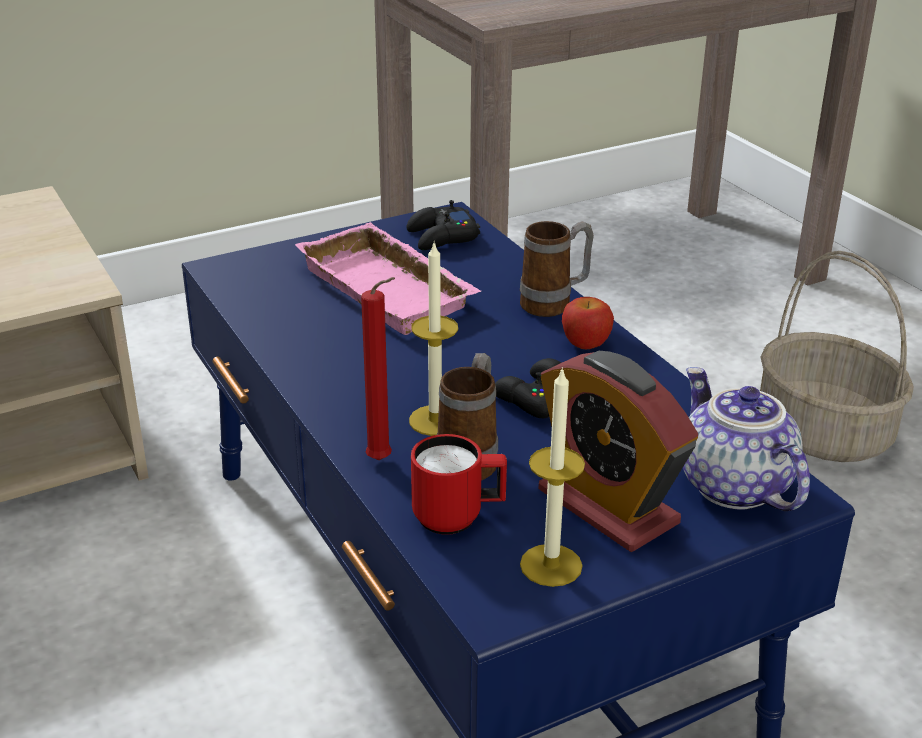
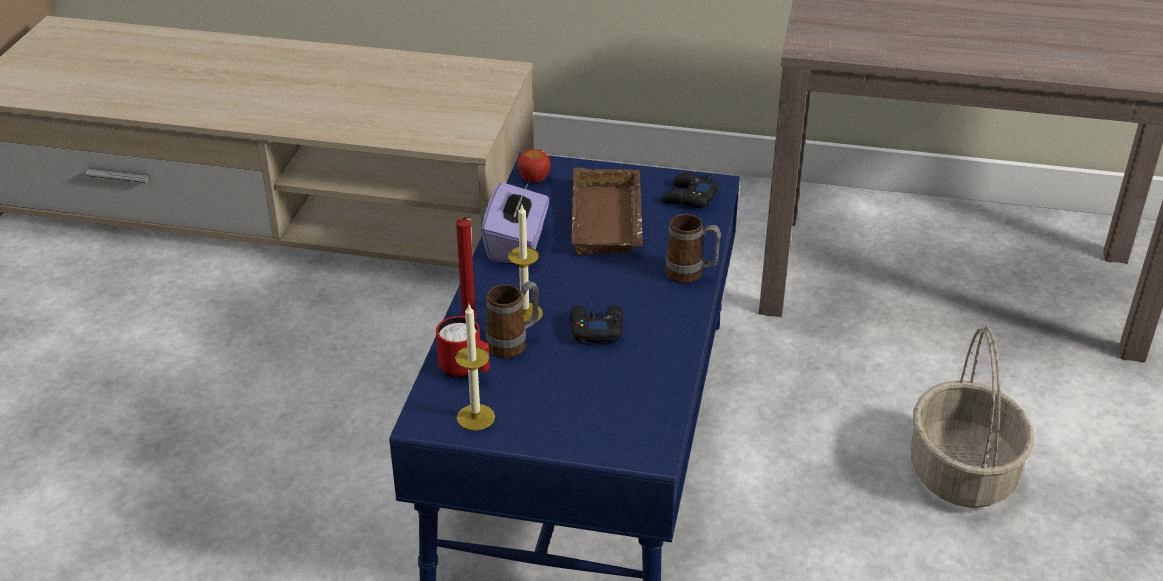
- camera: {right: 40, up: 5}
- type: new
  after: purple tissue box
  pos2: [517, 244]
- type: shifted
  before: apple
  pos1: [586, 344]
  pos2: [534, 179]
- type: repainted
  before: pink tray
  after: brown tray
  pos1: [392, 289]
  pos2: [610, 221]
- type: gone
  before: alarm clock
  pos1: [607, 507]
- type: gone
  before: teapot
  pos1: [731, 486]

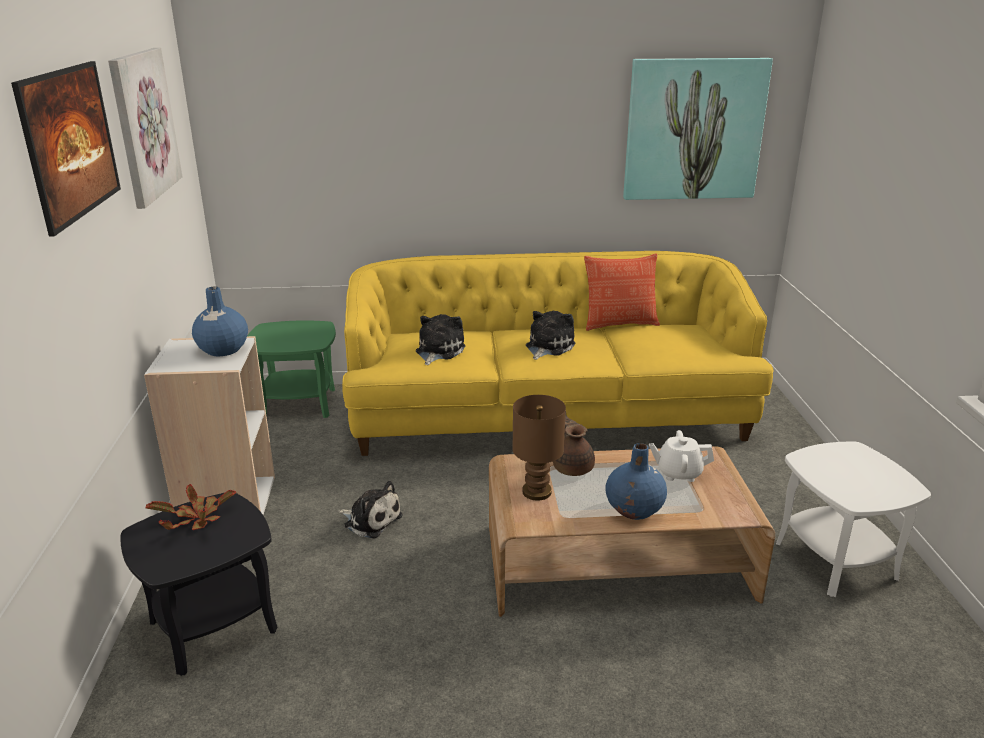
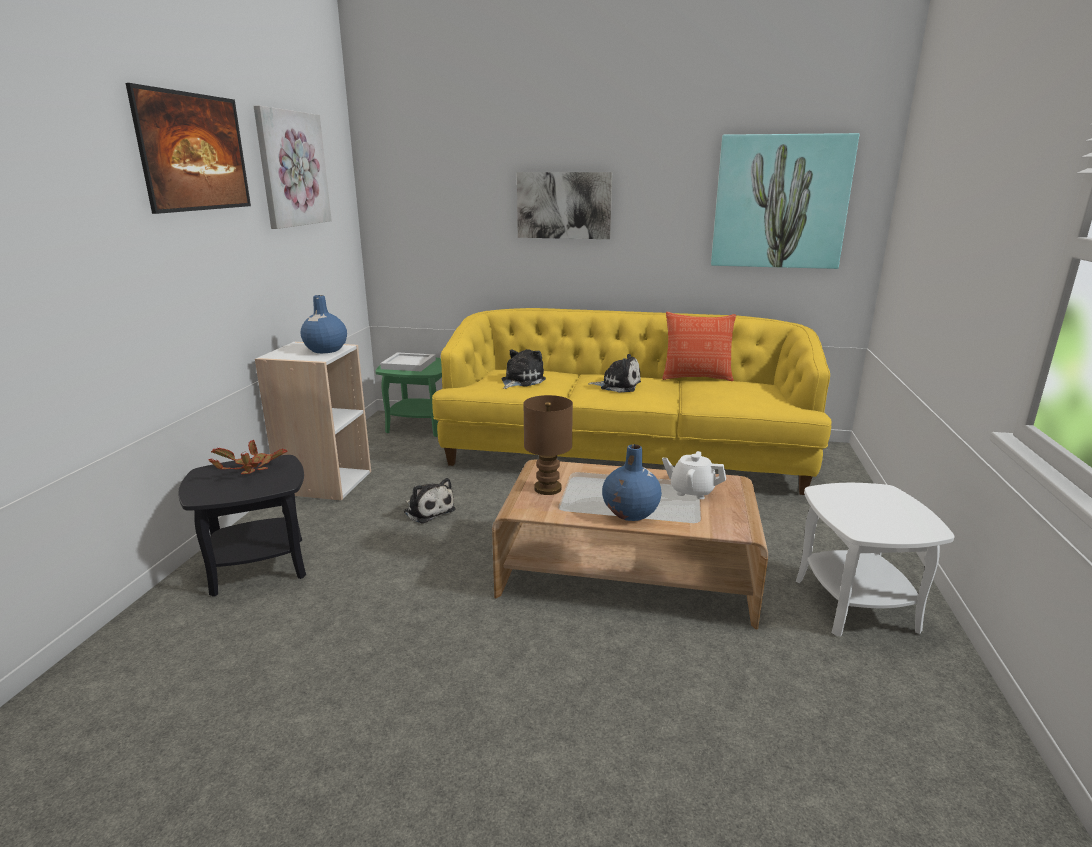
- camera: {right: 15, up: -5}
- type: new
  after: white tray
  pos2: [409, 364]
- type: new
  after: picture
  pos2: [564, 205]
- type: rotated
  before: plush toy
  pos1: [548, 347]
  pos2: [617, 385]
  turn: 60
- type: gone
  before: brown teapot
  pos1: [572, 466]

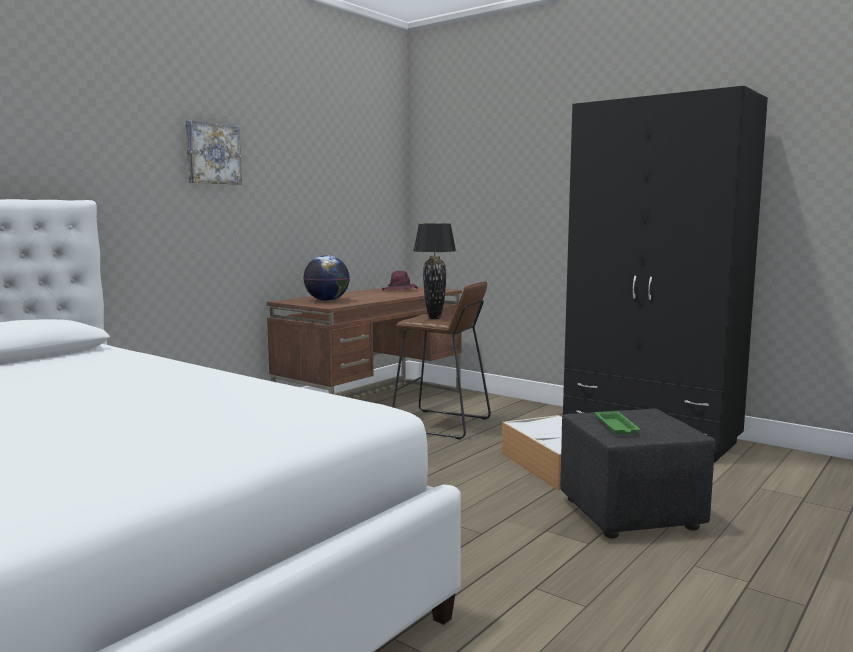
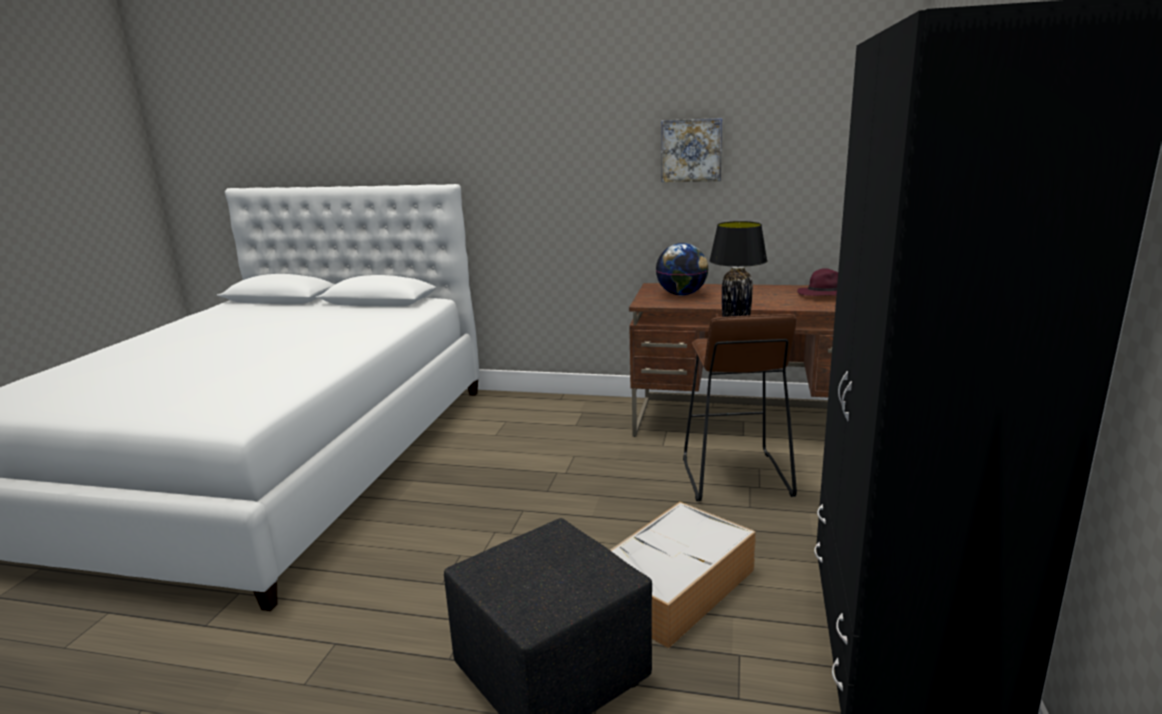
- camera: {right: 65, up: 10}
- type: shifted
  before: picture
  pos1: [212, 154]
  pos2: [691, 150]
- type: gone
  before: green tray
  pos1: [617, 427]

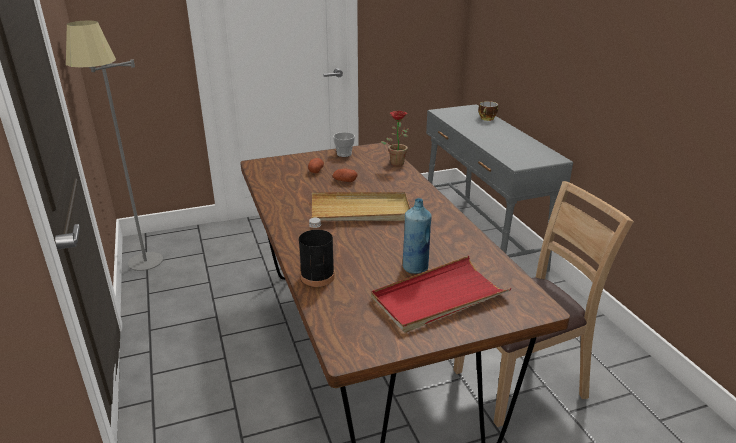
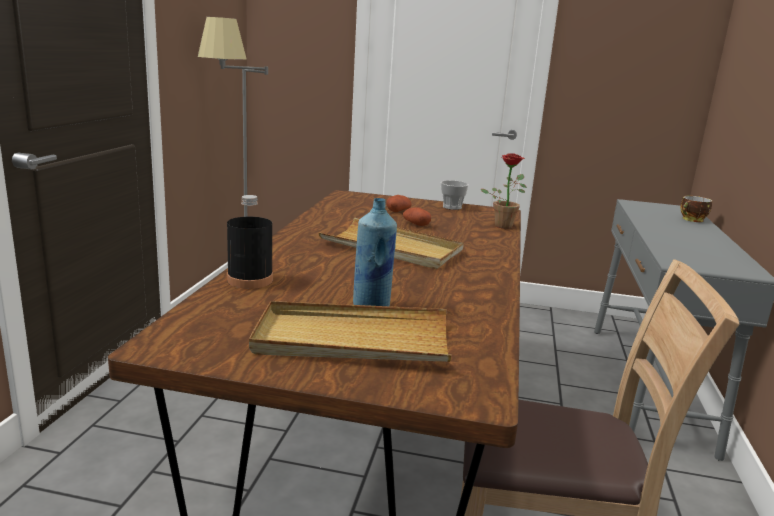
- camera: {right: 30, up: -10}
- type: repainted
  before: red tray
  after: beige tray
  pos1: [438, 297]
  pos2: [352, 340]

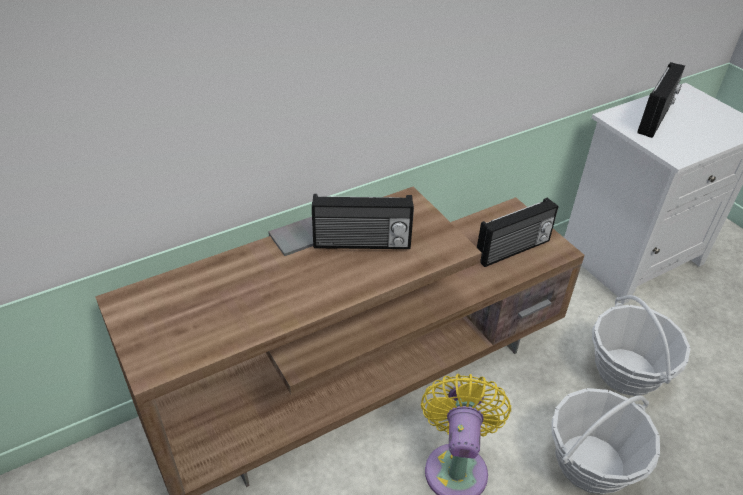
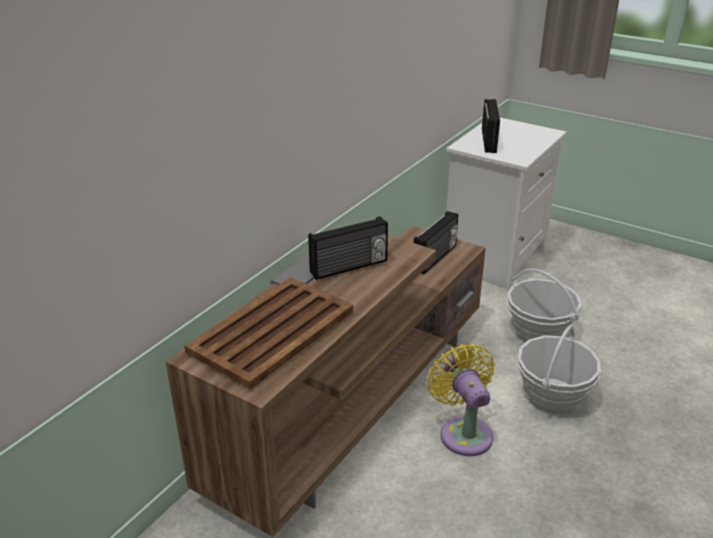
- camera: {right: -25, up: -10}
- type: new
  after: brown tray
  pos2: [274, 330]

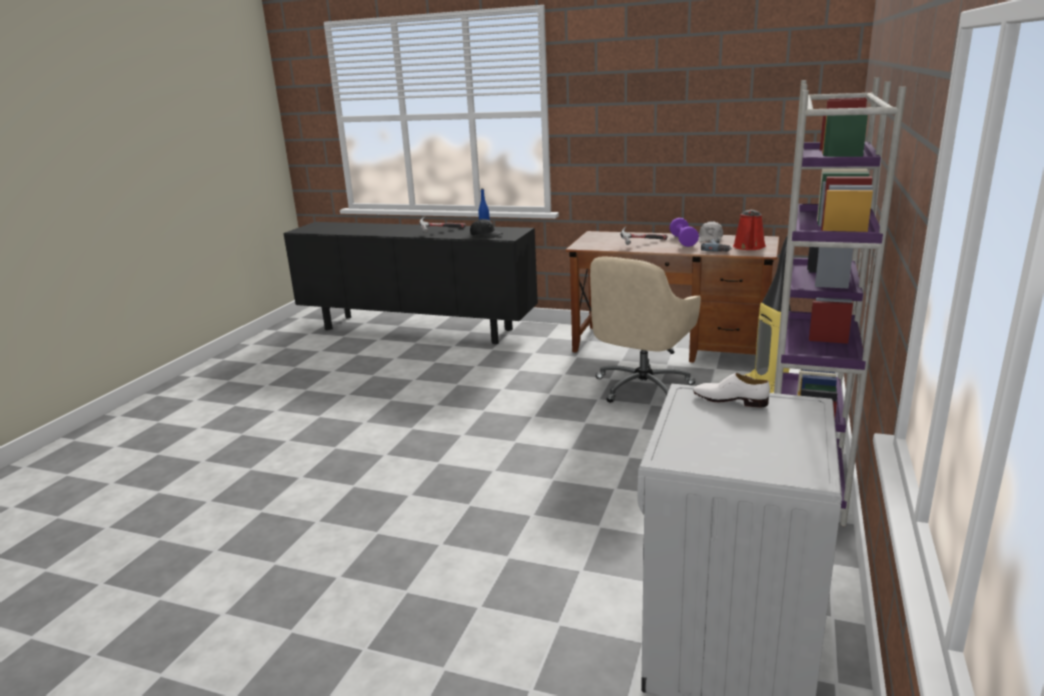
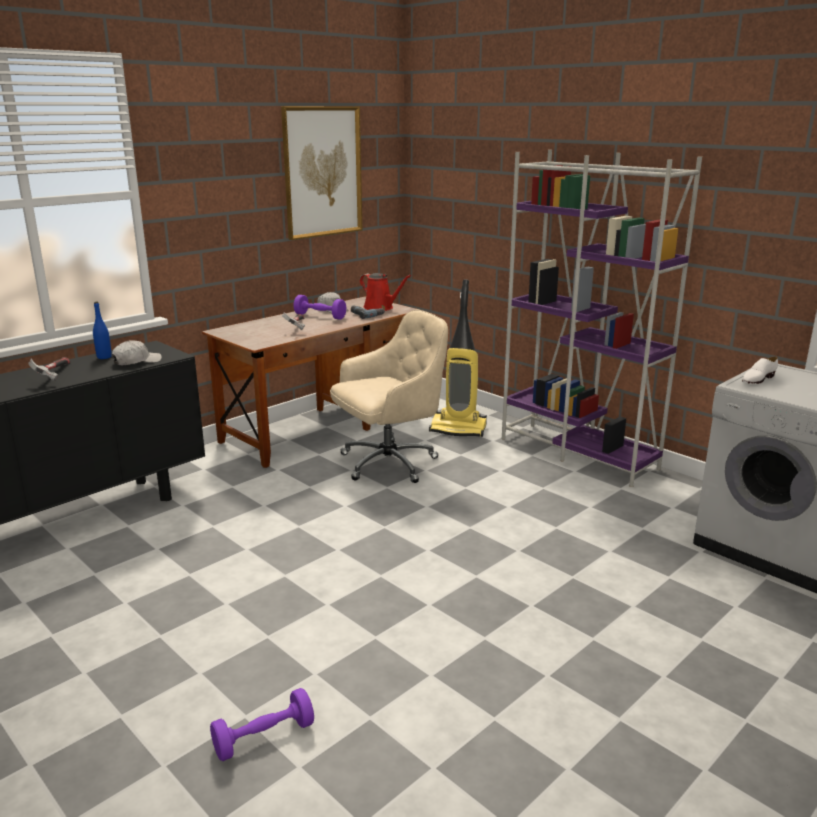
- camera: {right: -65, up: 0}
- type: repainted
  before: black cap
  after: white cap
  pos1: [486, 235]
  pos2: [137, 361]
- type: new
  after: purple dumbbell
  pos2: [264, 737]
- type: new
  after: picture
  pos2: [322, 172]
- type: rotated
  before: beige office chair
  pos1: [642, 387]
  pos2: [389, 463]
  turn: -90

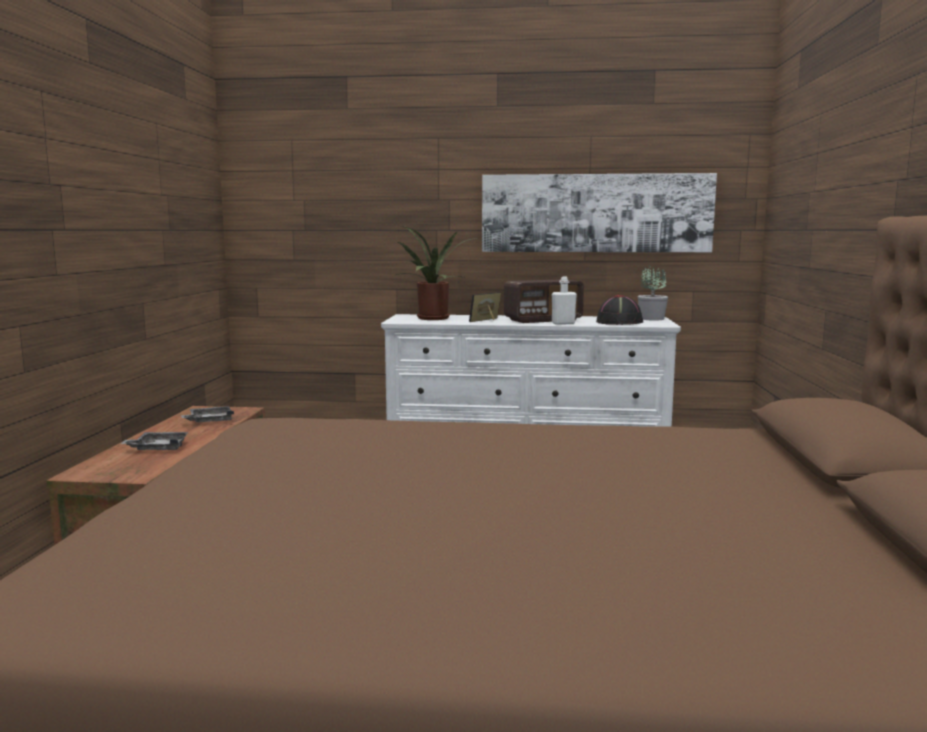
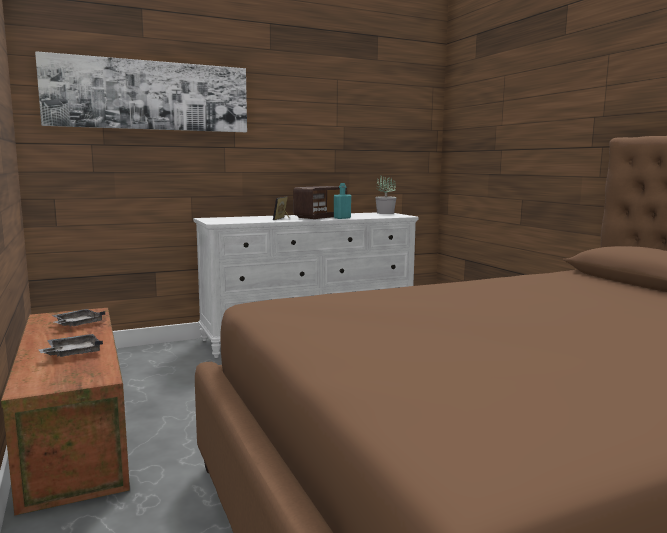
- camera: {right: -30, up: 0}
- type: shifted
  before: picture
  pos1: [596, 213]
  pos2: [149, 95]
- type: repainted
  before: white bottle
  after: turquoise bottle
  pos1: [563, 323]
  pos2: [342, 218]
- type: gone
  before: potted plant
  pos1: [432, 319]
- type: gone
  before: black hat
  pos1: [619, 322]

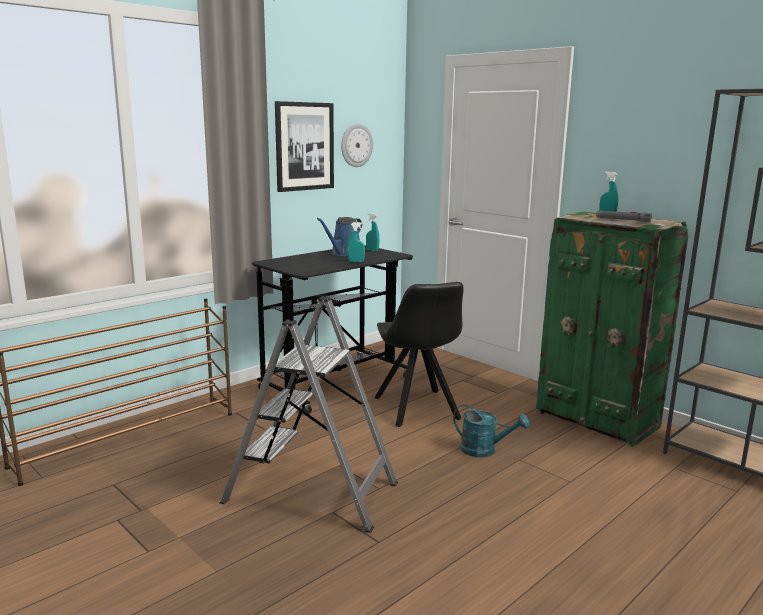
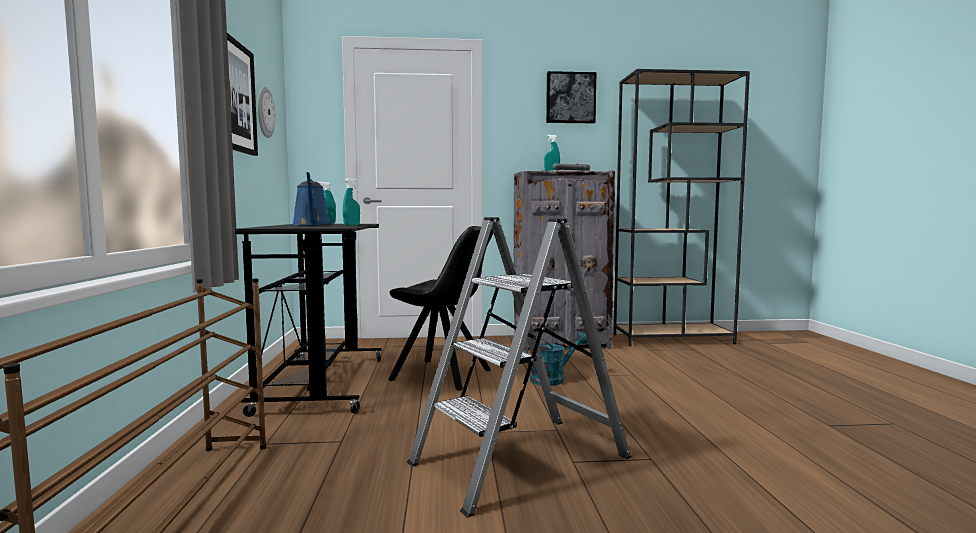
- camera: {right: -50, up: -10}
- type: repainted
  before: green cabinet
  after: grey cabinet
  pos1: [598, 419]
  pos2: [561, 343]
- type: new
  after: picture
  pos2: [570, 98]

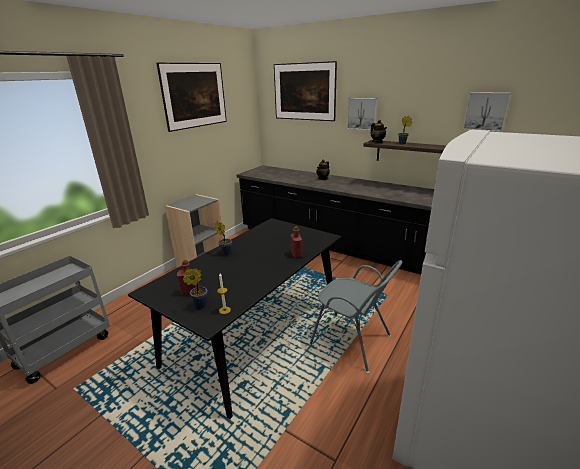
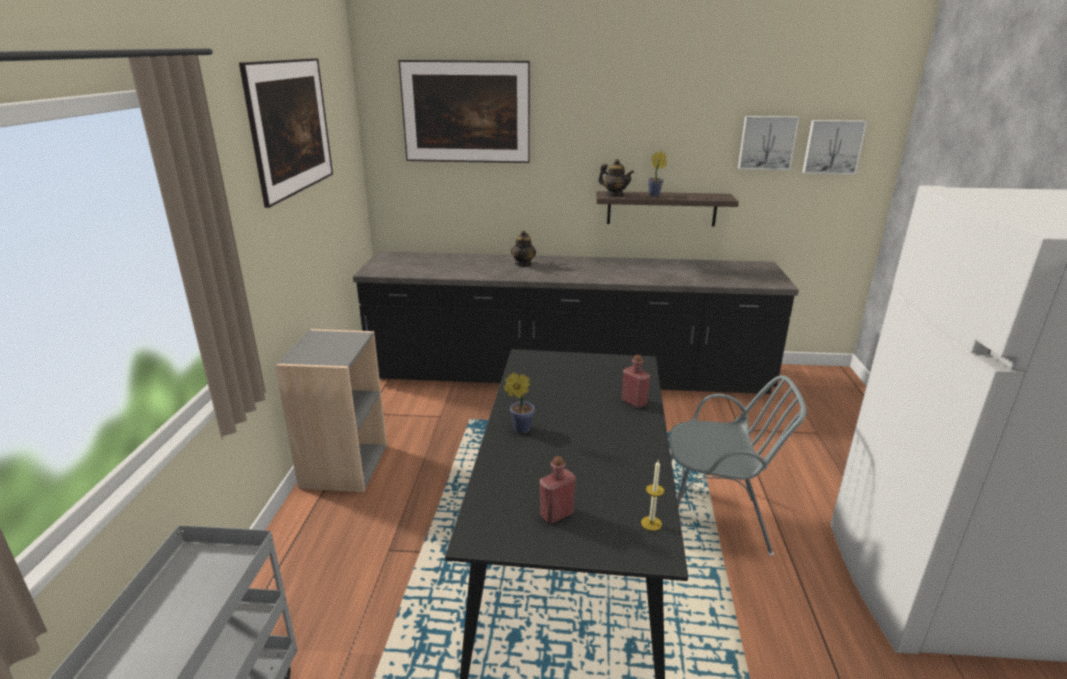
- camera: {right: -30, up: 0}
- type: shifted
  before: picture
  pos1: [362, 113]
  pos2: [833, 147]
- type: gone
  before: potted plant
  pos1: [199, 305]

